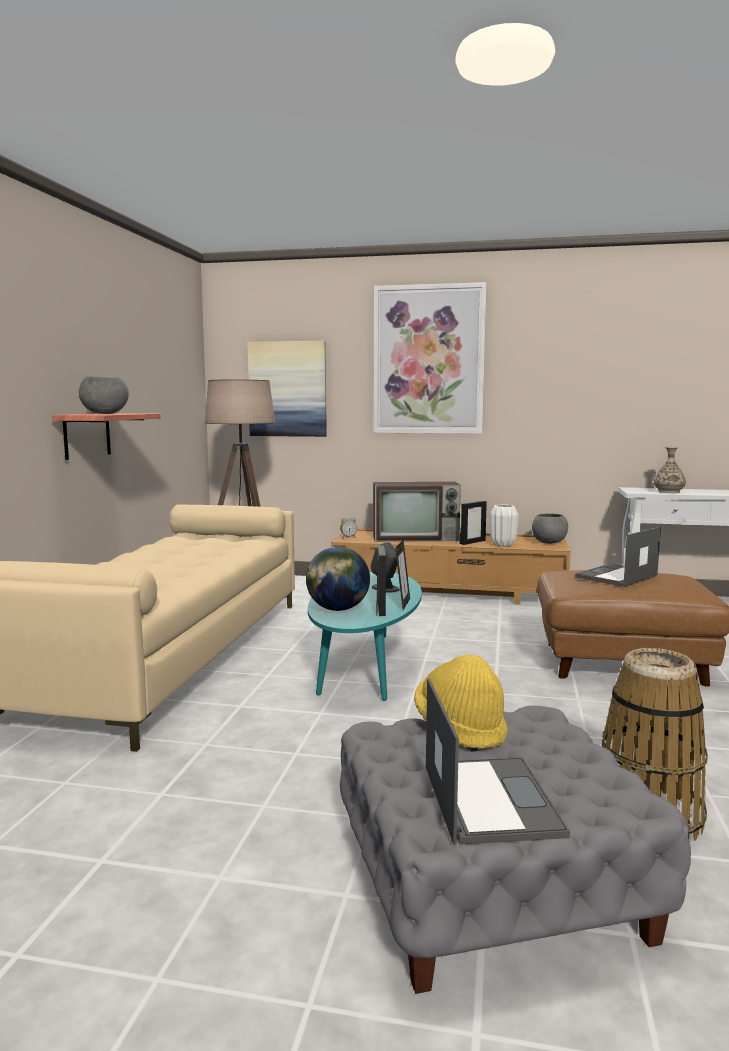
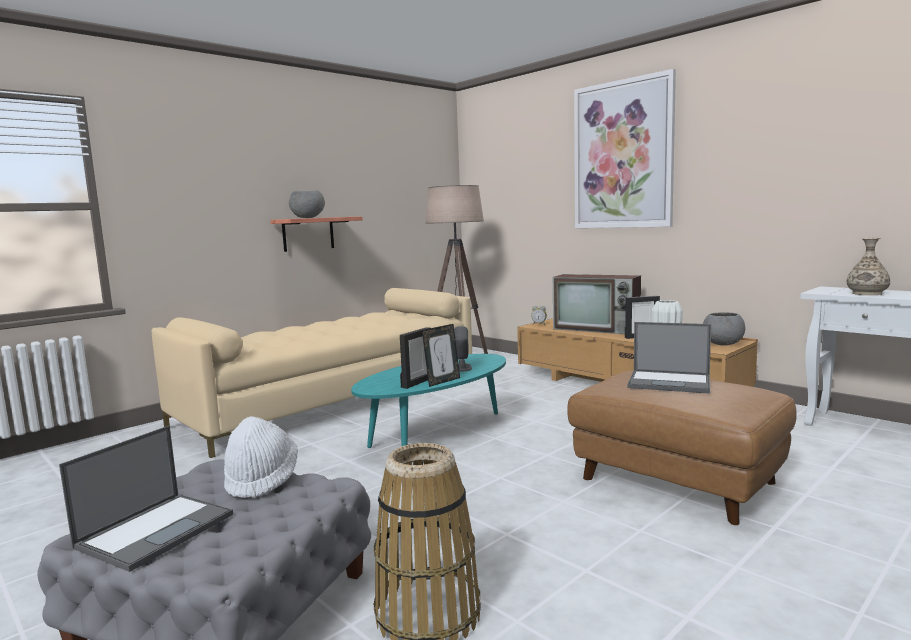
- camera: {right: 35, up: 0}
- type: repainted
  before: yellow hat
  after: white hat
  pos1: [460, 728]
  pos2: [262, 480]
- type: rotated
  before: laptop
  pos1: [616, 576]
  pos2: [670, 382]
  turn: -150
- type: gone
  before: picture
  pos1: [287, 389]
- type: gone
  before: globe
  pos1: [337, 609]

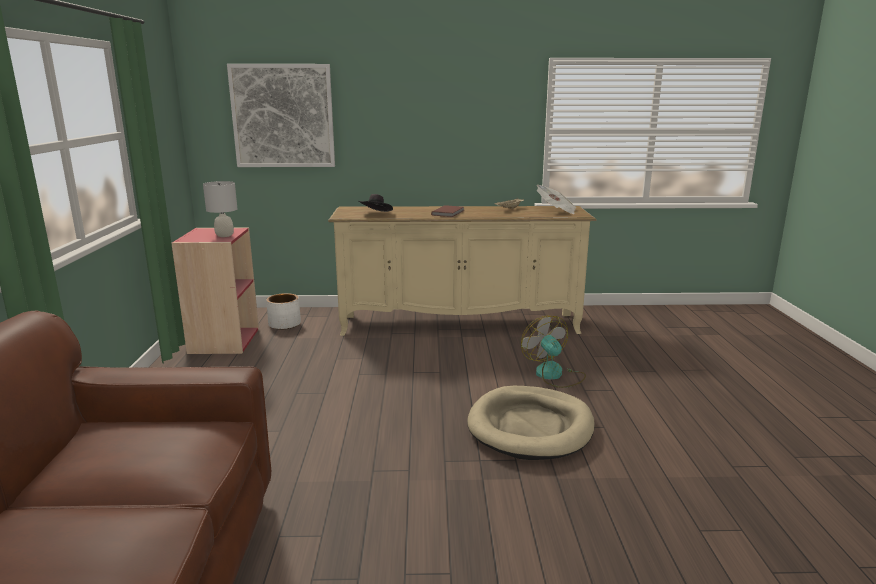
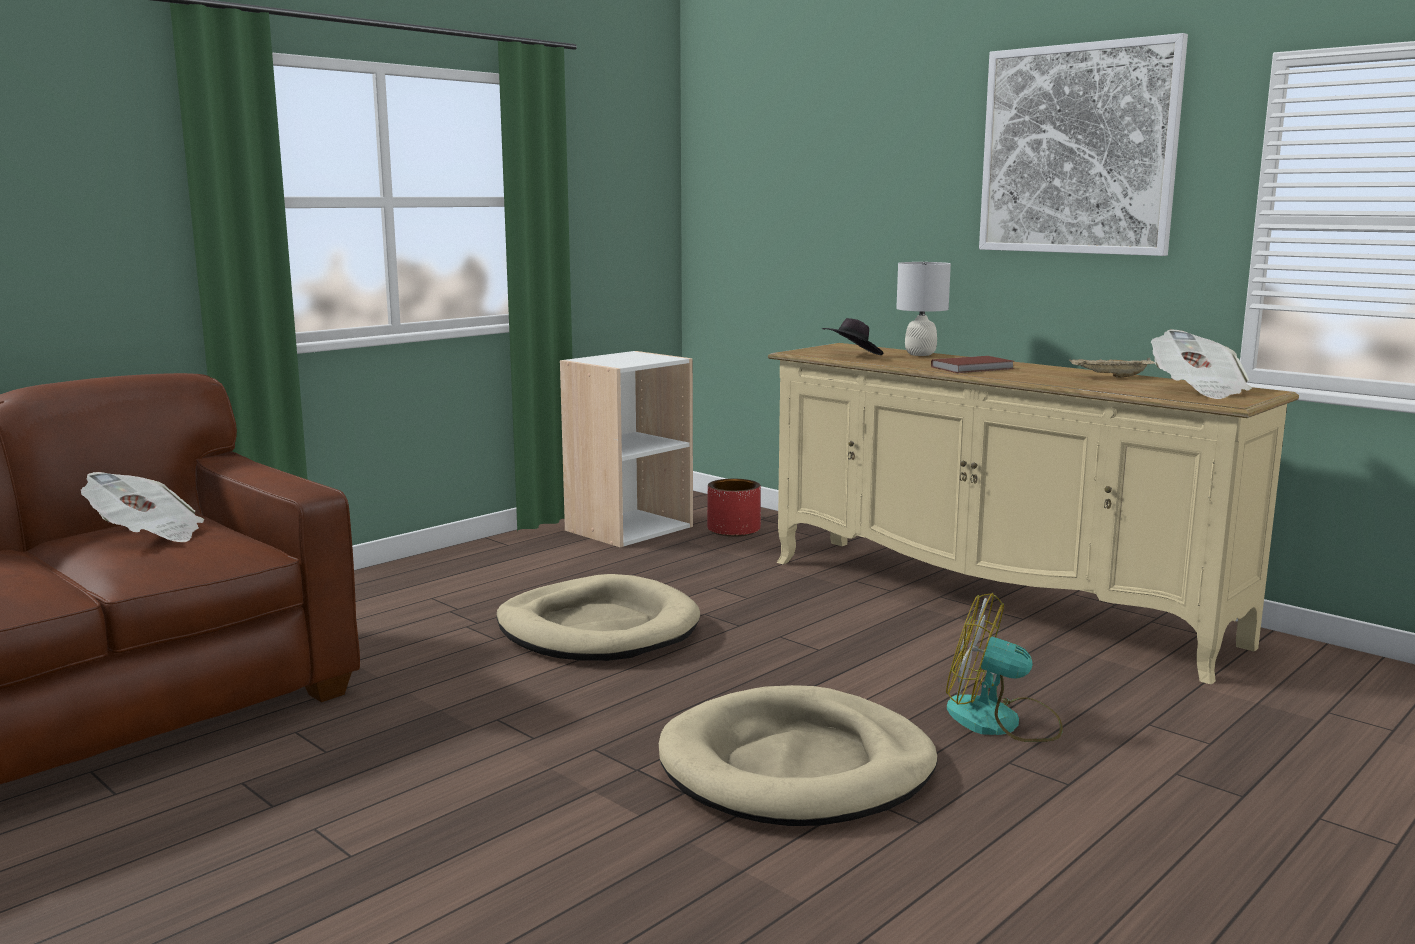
- camera: {right: 45, up: -5}
- type: new
  after: newspaper
  pos2: [148, 535]
- type: new
  after: beige dog bed
  pos2: [598, 628]
- type: repainted
  before: red bookcase
  after: white bookcase
  pos1: [224, 340]
  pos2: [629, 528]
- type: repainted
  before: white planter
  after: red planter
  pos1: [284, 324]
  pos2: [734, 530]
- type: shifted
  before: grey table lamp
  pos1: [225, 235]
  pos2: [921, 355]
- type: rotated
  before: fan
  pos1: [554, 375]
  pos2: [1000, 721]
  turn: -90
- type: shifted
  before: picture
  pos1: [283, 116]
  pos2: [1077, 150]

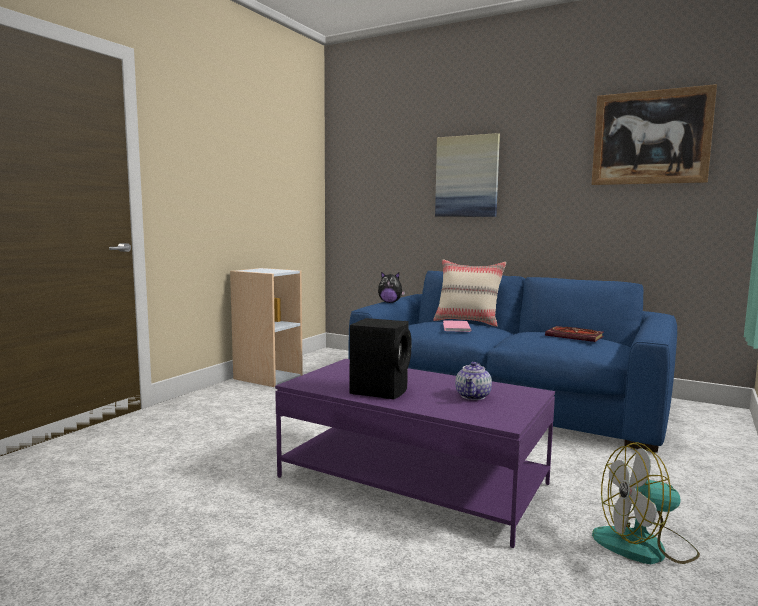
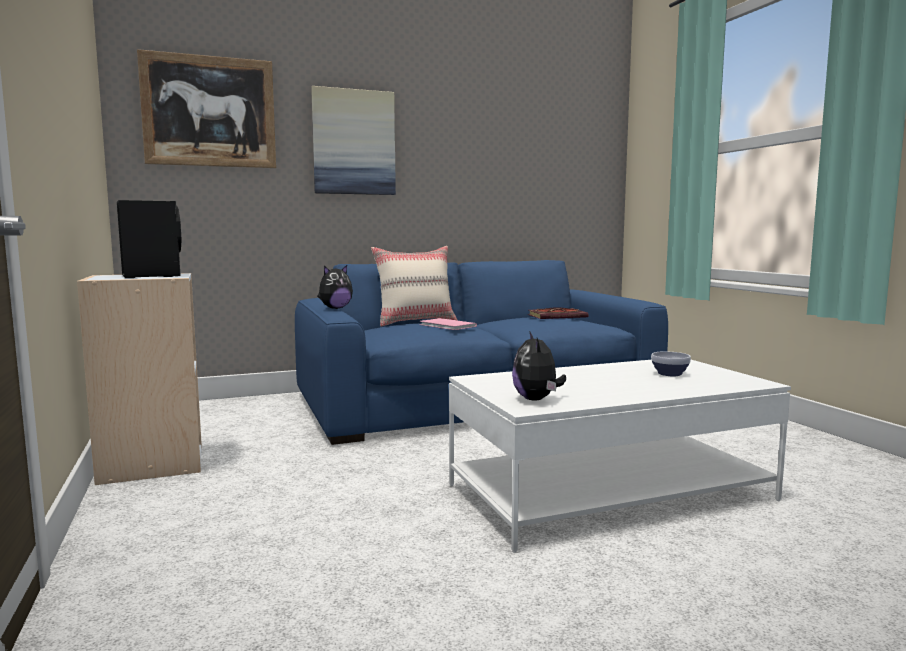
- camera: {right: -50, up: 0}
- type: shifted
  before: black speaker
  pos1: [380, 390]
  pos2: [151, 276]
- type: shifted
  before: picture
  pos1: [650, 138]
  pos2: [209, 112]
- type: repainted
  before: purple coffee table
  after: white coffee table
  pos1: [412, 480]
  pos2: [610, 492]
- type: new
  after: plush toy
  pos2: [537, 399]
- type: swapped
  before: teapot
  after: bowl
  pos1: [473, 396]
  pos2: [669, 373]
- type: gone
  before: fan
  pos1: [645, 546]

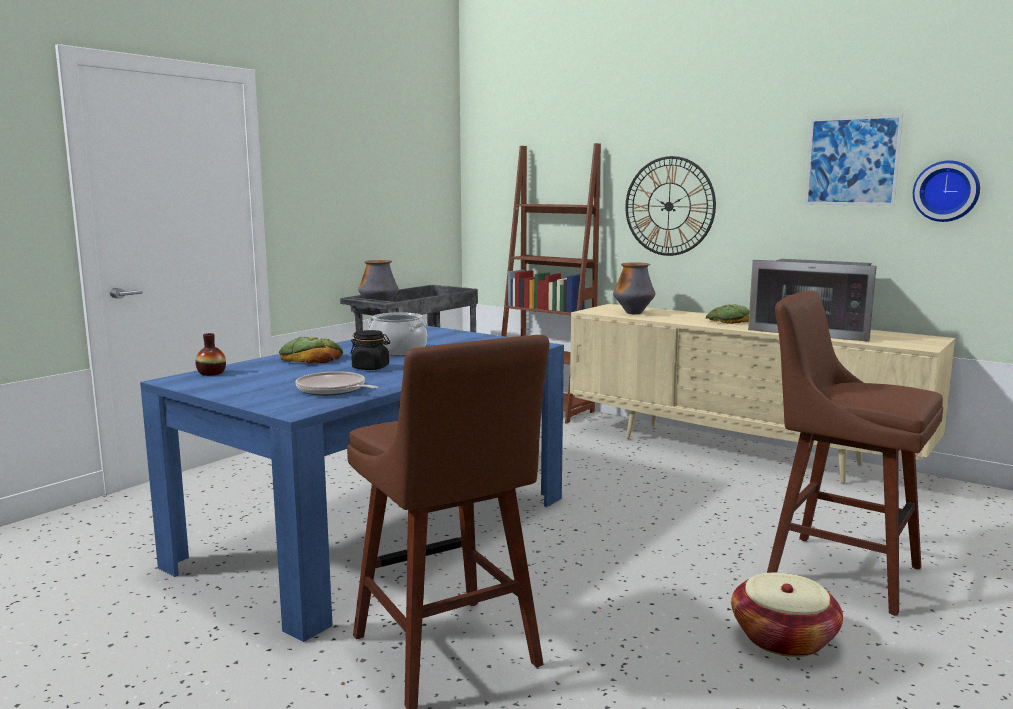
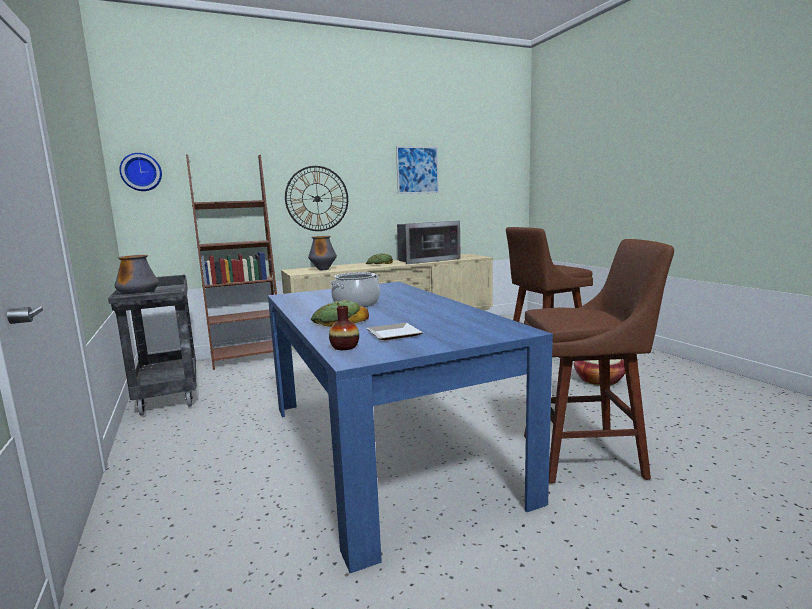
- camera: {right: -60, up: 0}
- type: shifted
  before: wall clock
  pos1: [946, 191]
  pos2: [141, 172]
- type: new
  after: plate
  pos2: [396, 334]
- type: gone
  before: frying pan
  pos1: [333, 390]
- type: gone
  before: black jar
  pos1: [371, 368]

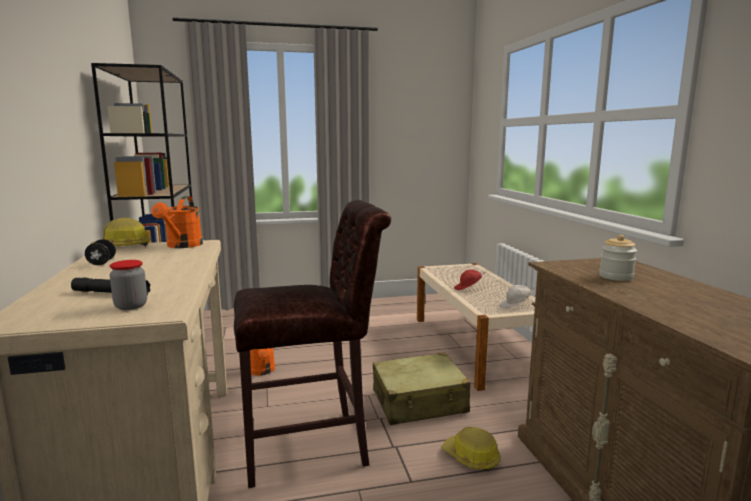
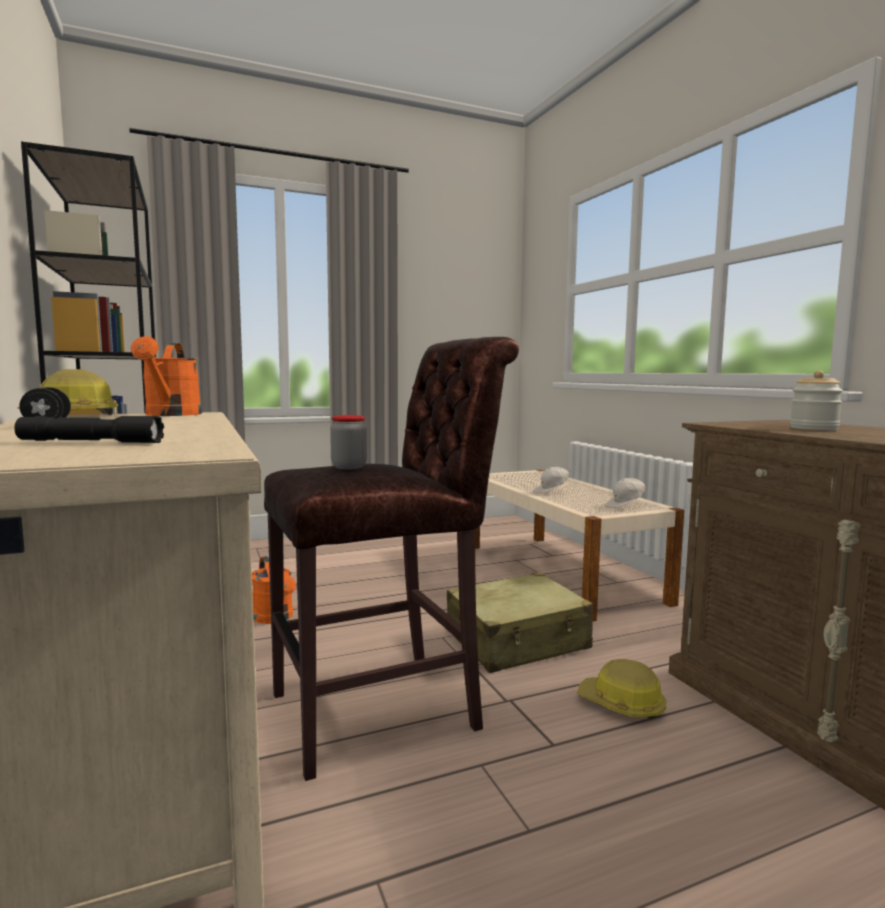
- camera: {right: -10, up: -5}
- type: shifted
  before: jar
  pos1: [131, 306]
  pos2: [349, 467]
- type: repainted
  before: red cap
  after: white cap
  pos1: [468, 288]
  pos2: [552, 492]

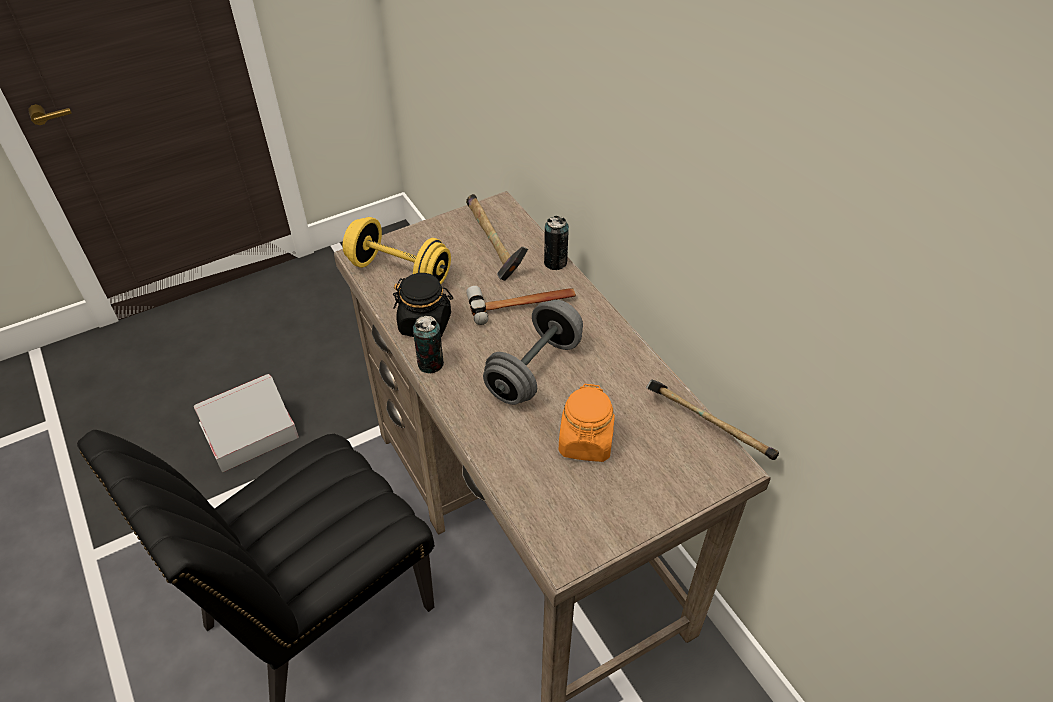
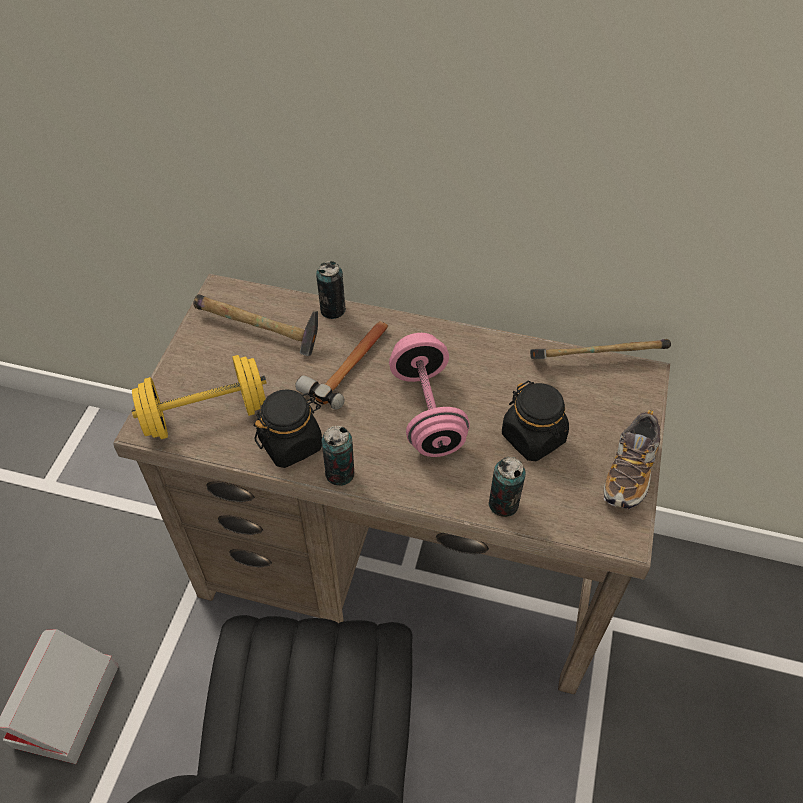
- camera: {right: -45, up: 5}
- type: repainted
  before: grey dumbbell
  after: pink dumbbell
  pos1: [534, 369]
  pos2: [427, 411]
- type: new
  after: can
  pos2: [503, 504]
- type: repainted
  before: orange jar
  after: black jar
  pos1: [585, 442]
  pos2: [533, 437]
- type: new
  after: shoe
  pos2: [629, 472]

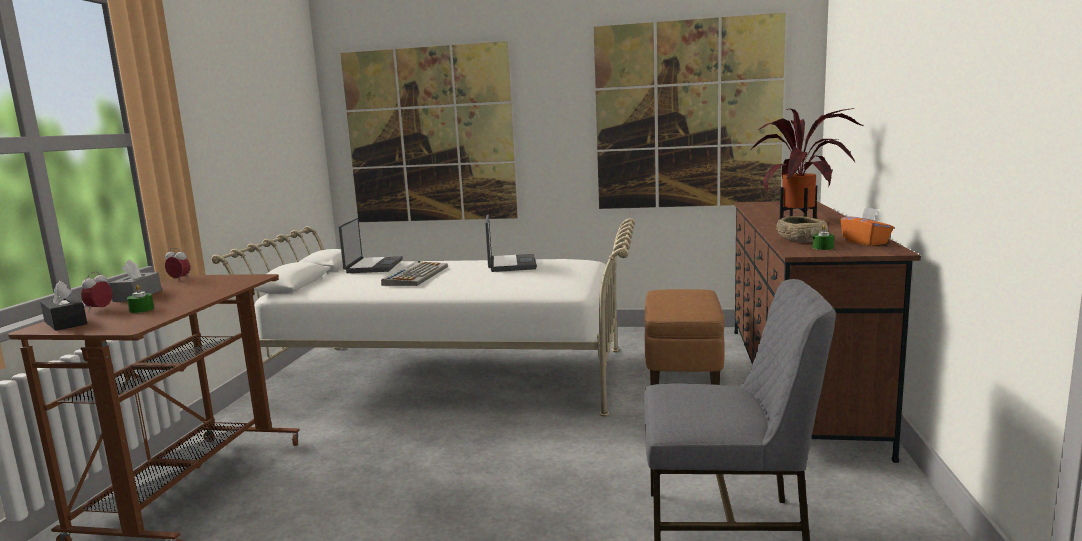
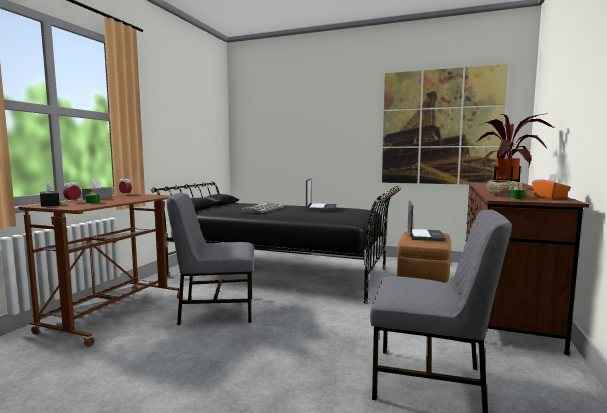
- camera: {right: 10, up: -5}
- type: repainted
  before: white bed
  after: black bed
  pos1: [449, 377]
  pos2: [279, 273]
- type: new
  after: grey chair
  pos2: [216, 310]
- type: shifted
  before: laptop
  pos1: [373, 266]
  pos2: [424, 236]
- type: gone
  before: picture
  pos1: [429, 136]

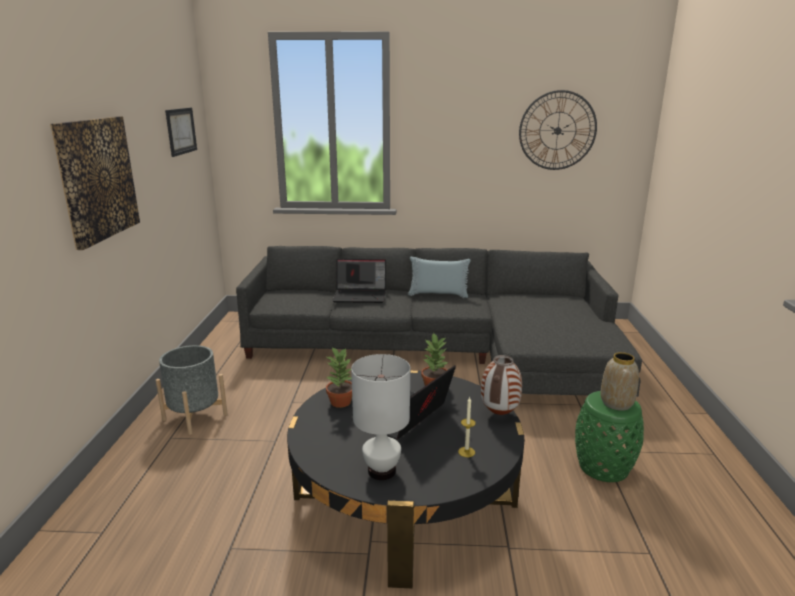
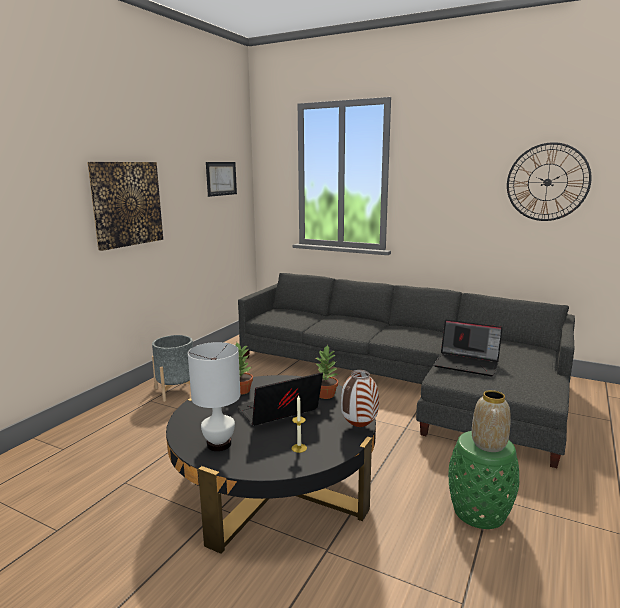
- camera: {right: 25, up: -5}
- type: shifted
  before: laptop
  pos1: [361, 295]
  pos2: [467, 363]
- type: gone
  before: blue pillow
  pos1: [438, 294]

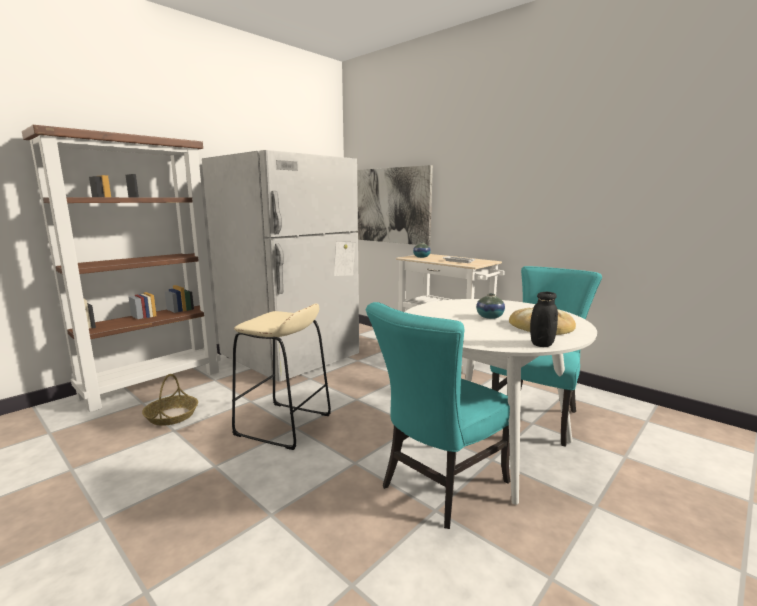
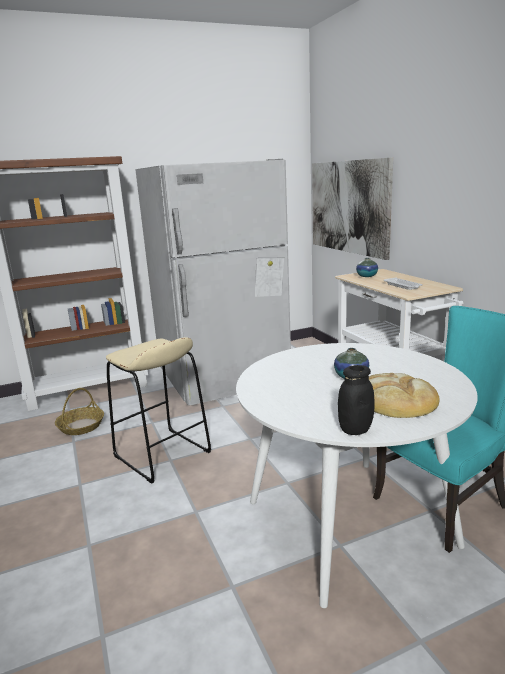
- camera: {right: 25, up: 5}
- type: gone
  before: turquoise chair
  pos1: [438, 486]

